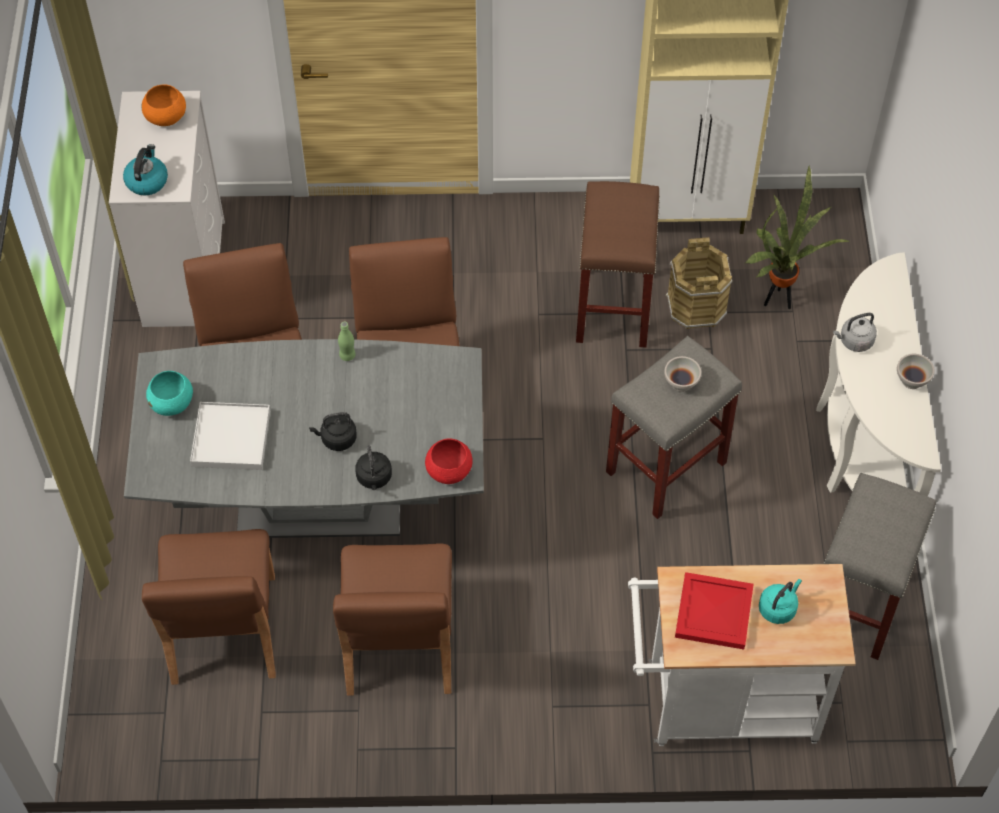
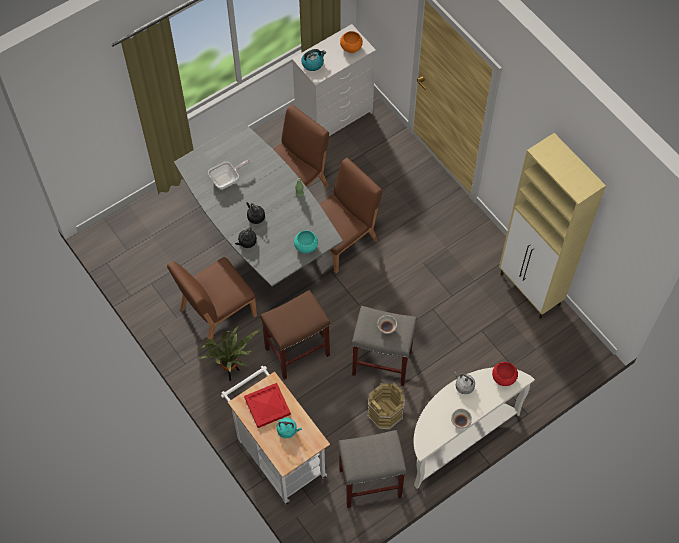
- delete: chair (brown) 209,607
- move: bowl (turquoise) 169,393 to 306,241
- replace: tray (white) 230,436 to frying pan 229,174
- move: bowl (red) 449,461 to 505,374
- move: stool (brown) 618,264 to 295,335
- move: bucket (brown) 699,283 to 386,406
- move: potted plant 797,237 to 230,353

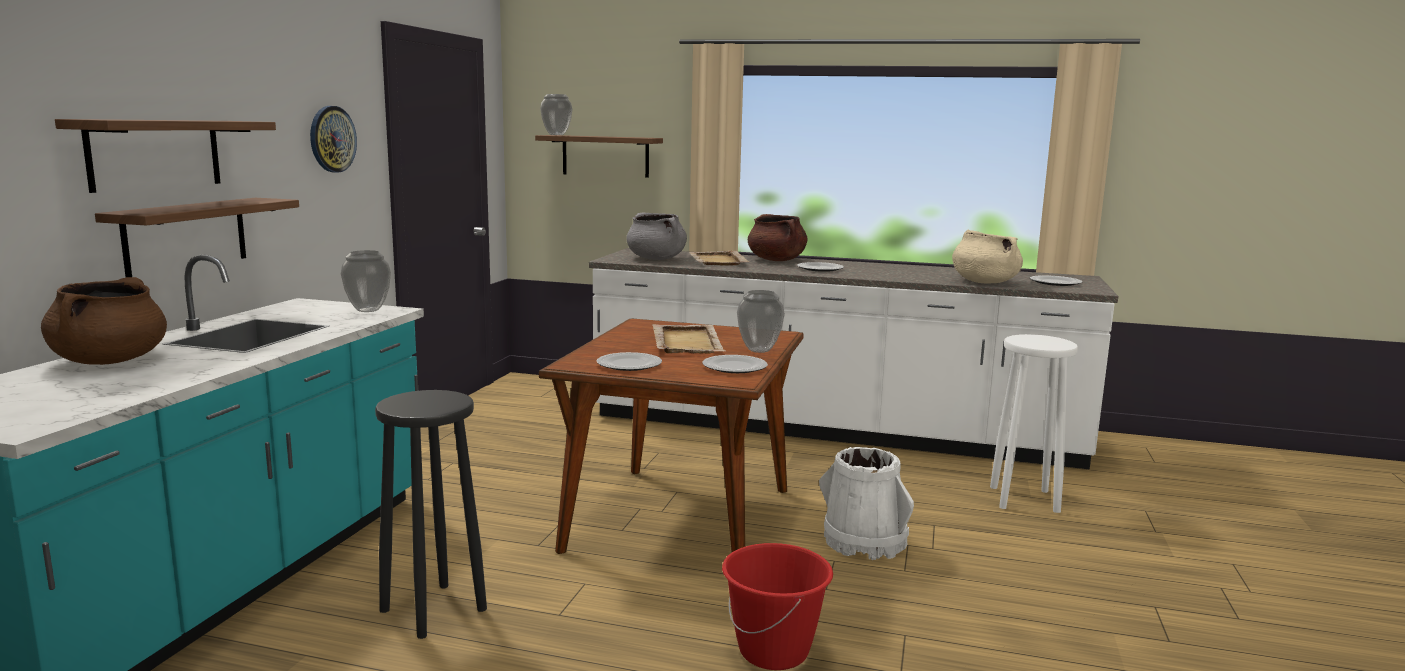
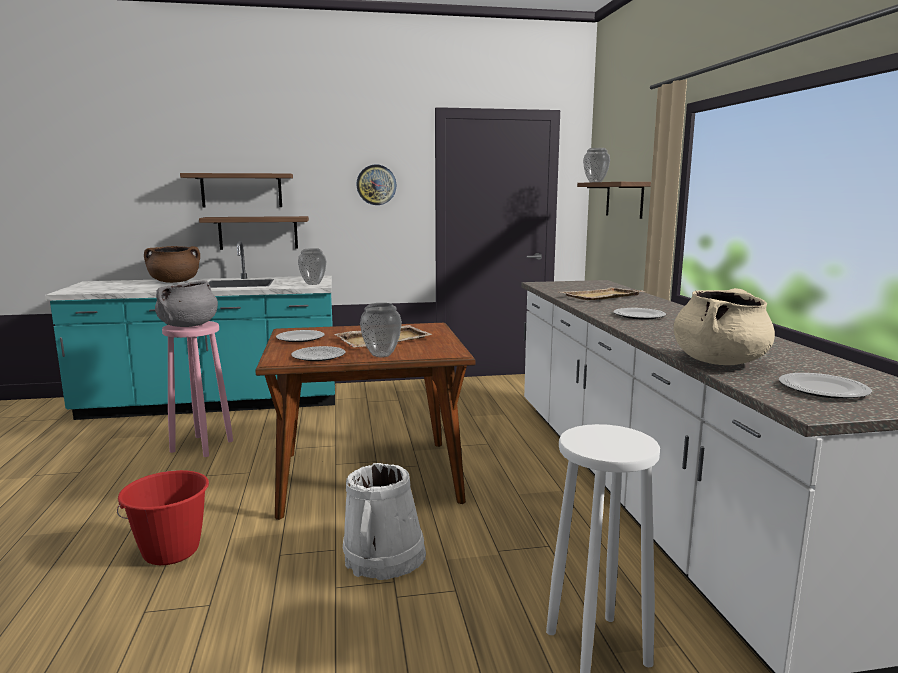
- recolor: stool (black) 431,514 to stool (pink) 197,389
- move: cooking pot (grey) 656,236 to 186,303
- delete: cooking pot (brown) 778,237

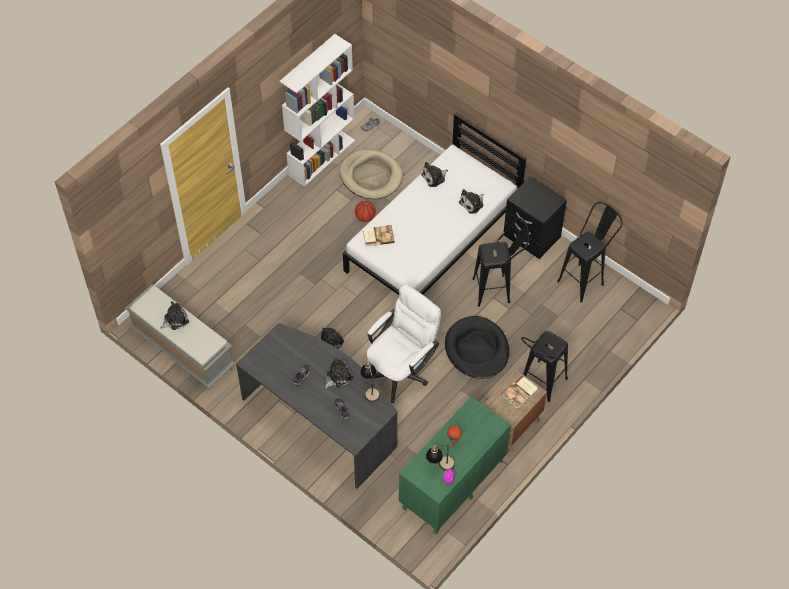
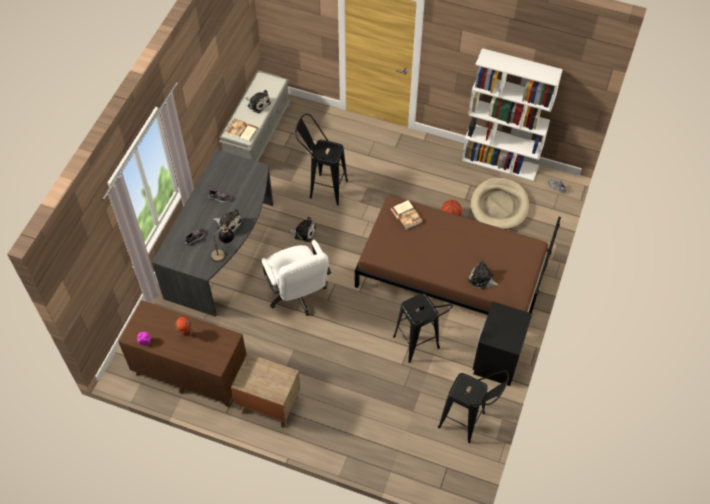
- recolor: bed (white) 434,204 to bed (brown) 458,255
- rotate: office chair (white) 404,343 = 296,278 45 degrees clockwise
- recolor: dresser (green) 455,465 to dresser (brown) 182,353
- delete: plush toy 434,174
- delete: table lamp 440,458
- delete: dog bed (black) 477,347
- move: book 519,392 to 241,130
- move: stool (black) 544,366 to 321,159

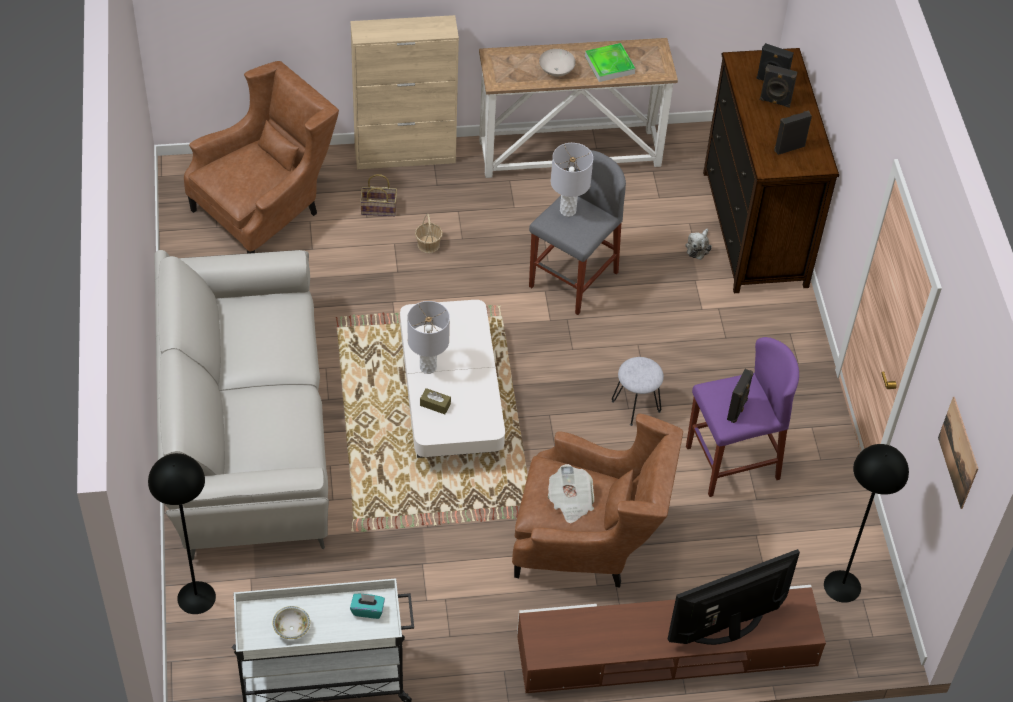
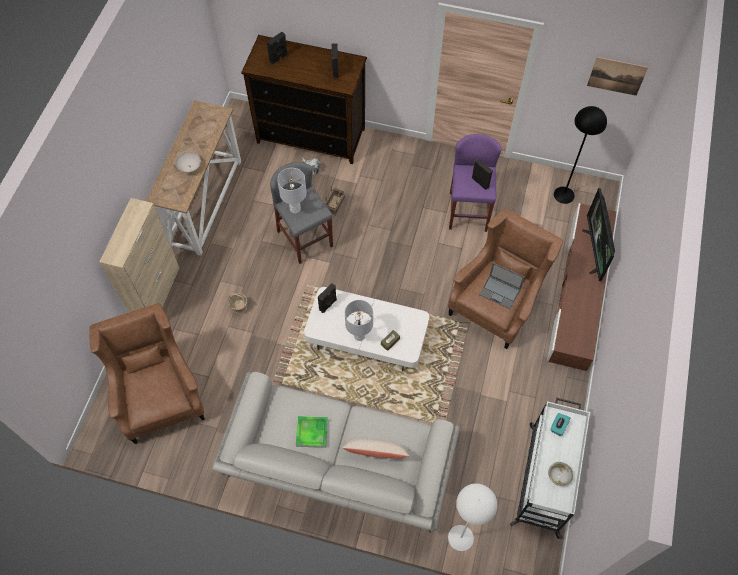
- recolor: floor lamp (black) 182,533 to floor lamp (white) 472,517
- move: basket 378,195 to 335,201
- replace: newspaper 571,493 to laptop 502,286
- move: tray 610,62 to 312,432
- delete: stool (grey) 638,391
- move: speaker (black) 778,86 to 327,298
- insert: pillow (beige) 375,449

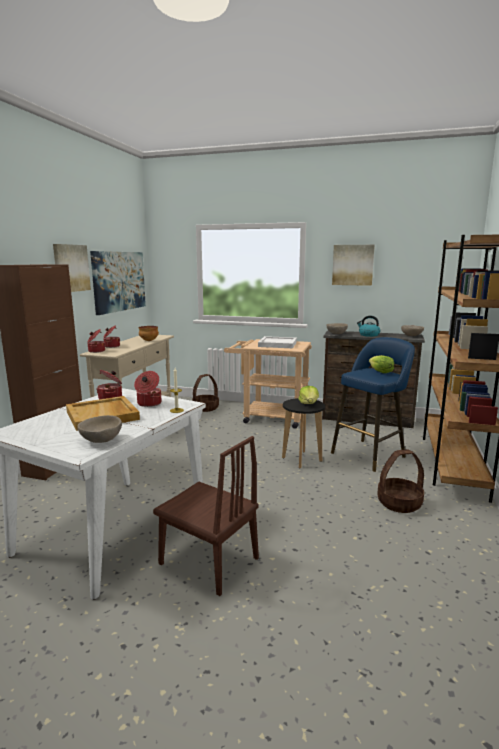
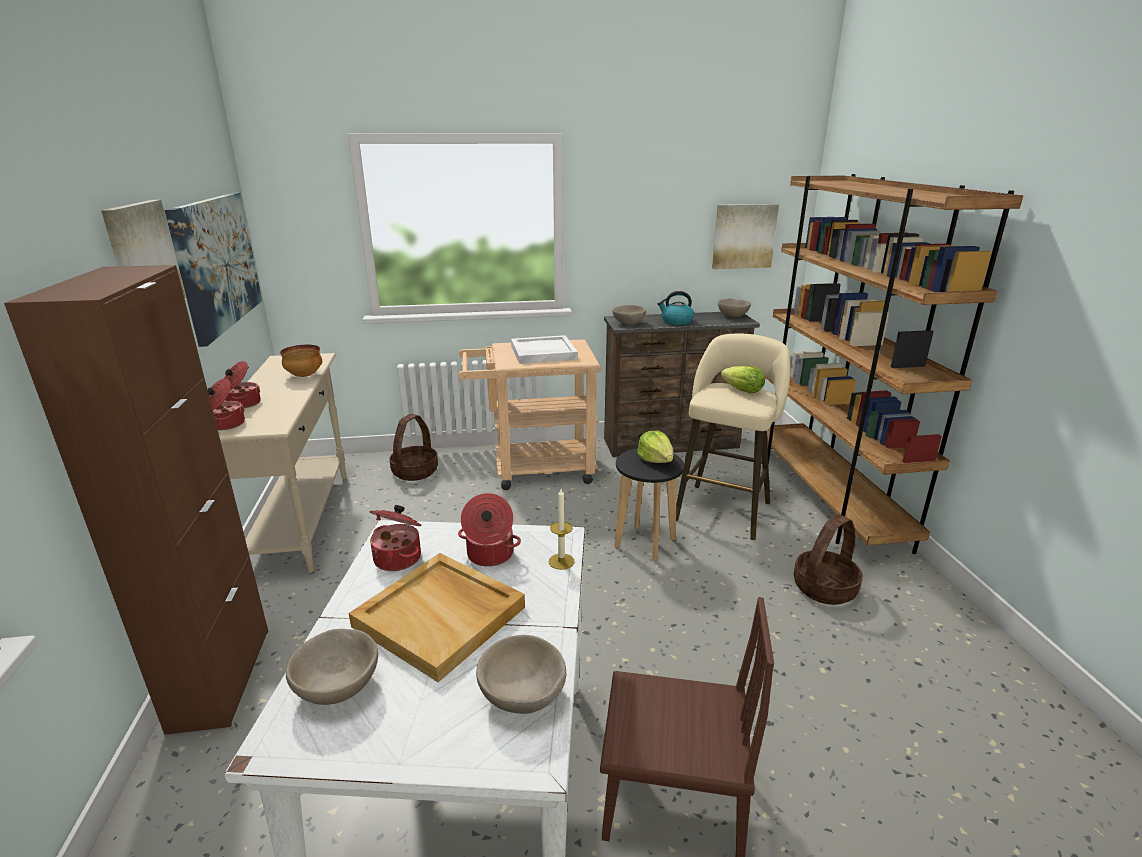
- recolor: stool (blue) 373,404 to stool (beige) 733,437
- move: picture 353,265 to 745,236
- insert: bowl (beige) 332,667

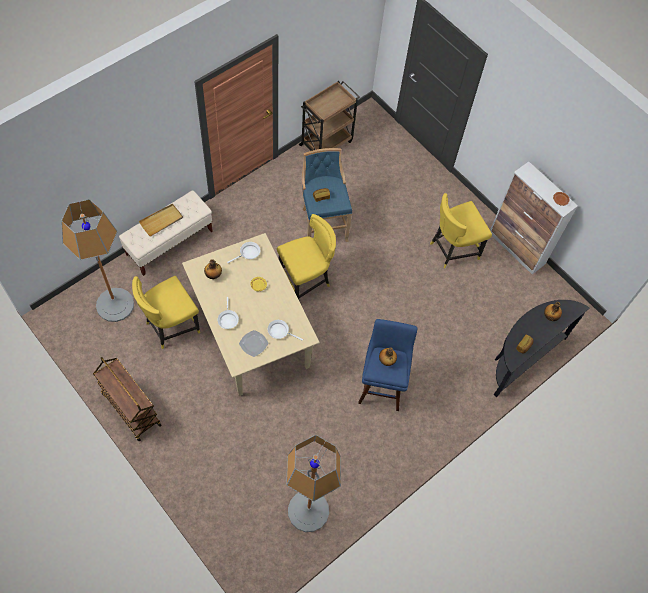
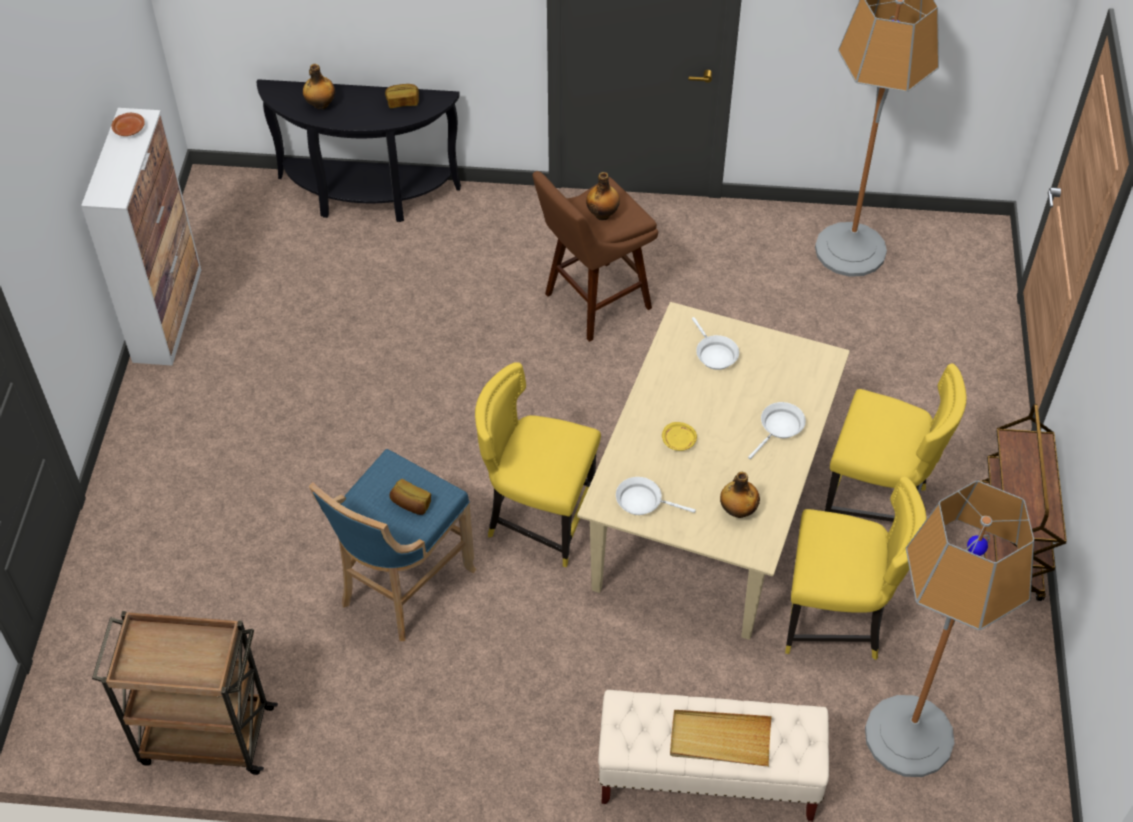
- delete: plate 253,343
- recolor: stool (blue) 387,365 to stool (brown) 595,256
- move: chair (yellow) 461,230 to 896,443

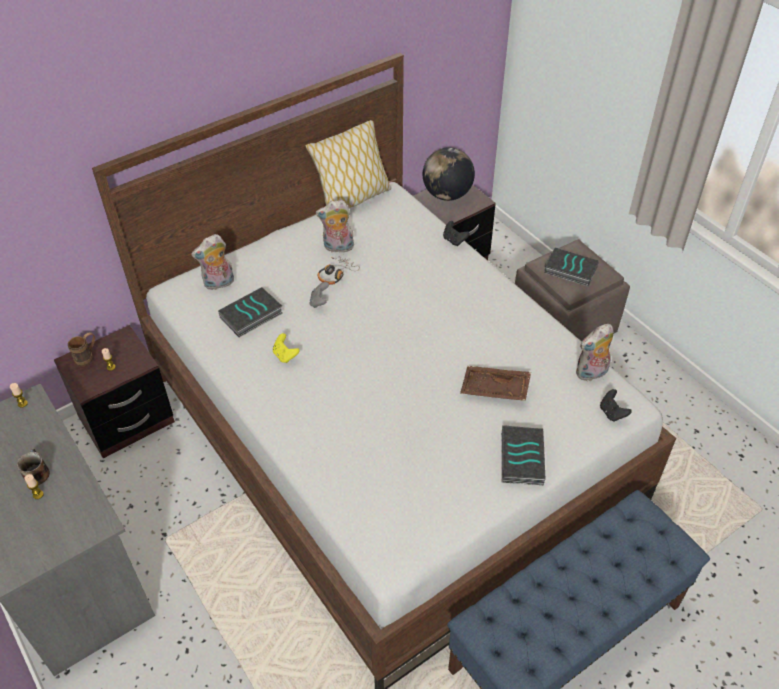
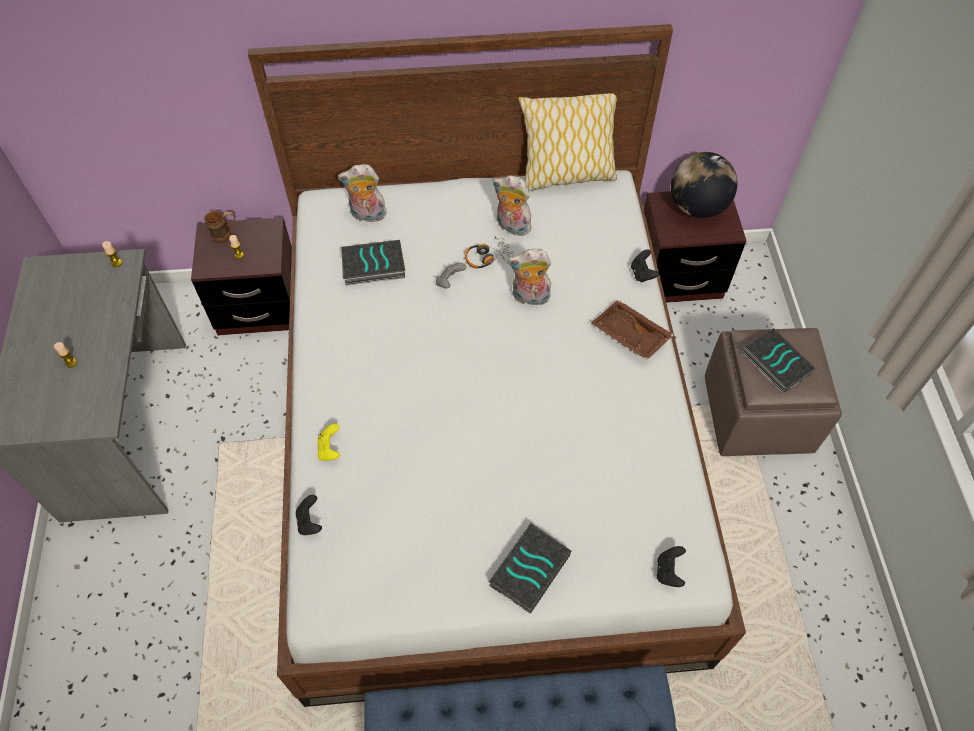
- delete: mug 33,467
- move: game controller (yellow) 286,348 to 328,442
- move: tray (brown) 495,383 to 632,330
- move: plush toy 595,352 to 529,277
- insert: game controller (black) 309,515

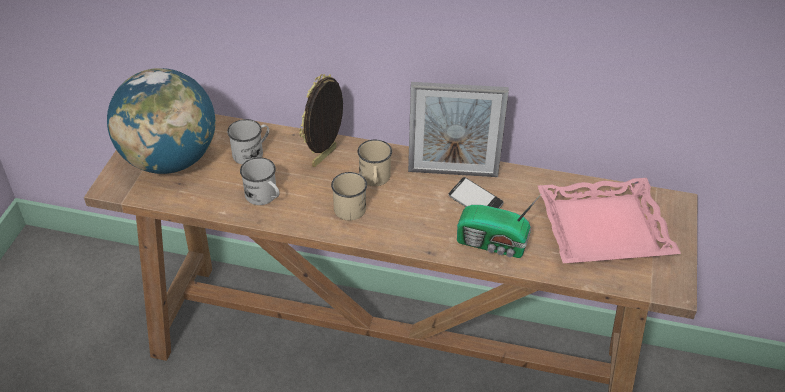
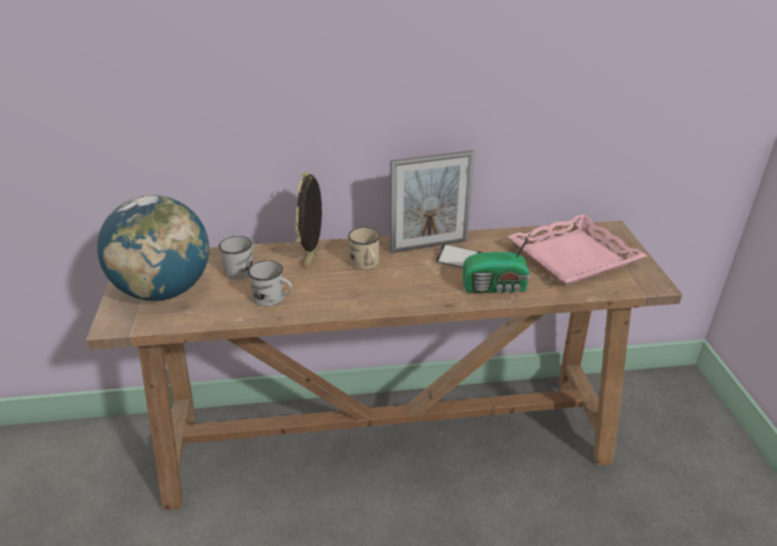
- delete: mug (beige) 349,196

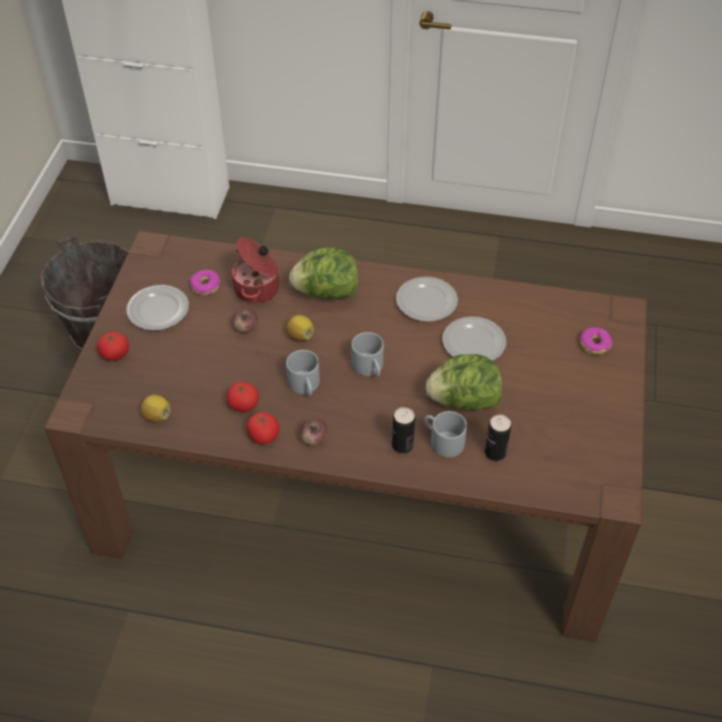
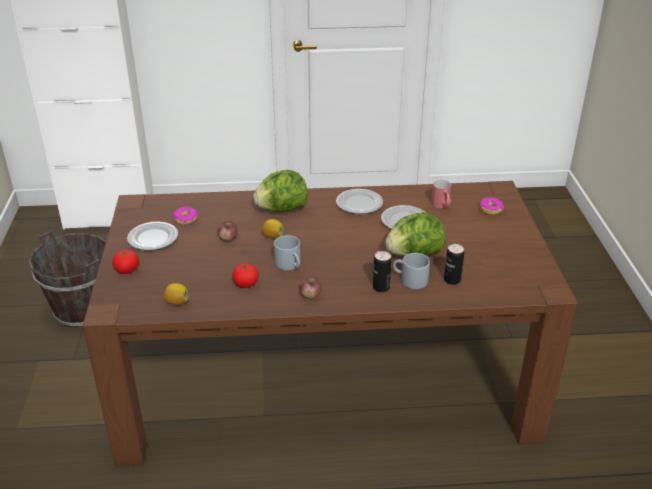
- delete: cooking pot 254,271
- delete: tomato 263,428
- delete: mug (grey) 367,354
- insert: mug (red) 441,194

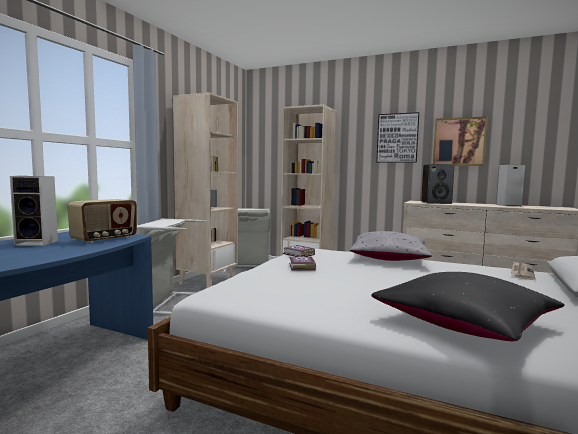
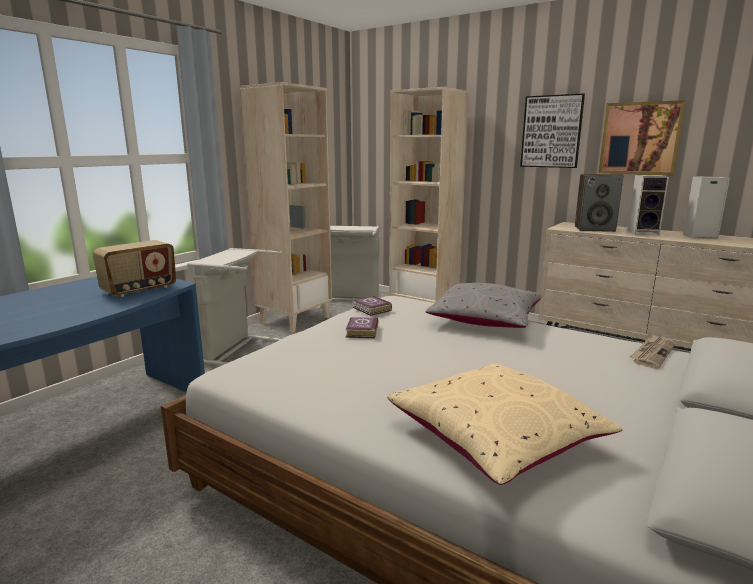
- move: speaker 34,211 to 648,205
- recolor: pillow (black) 468,306 to pillow (beige) 505,424

